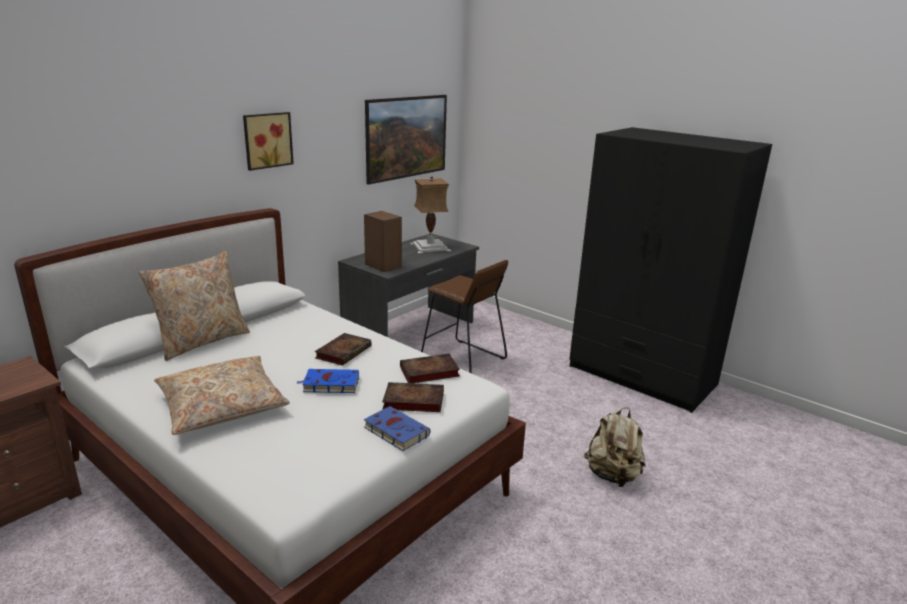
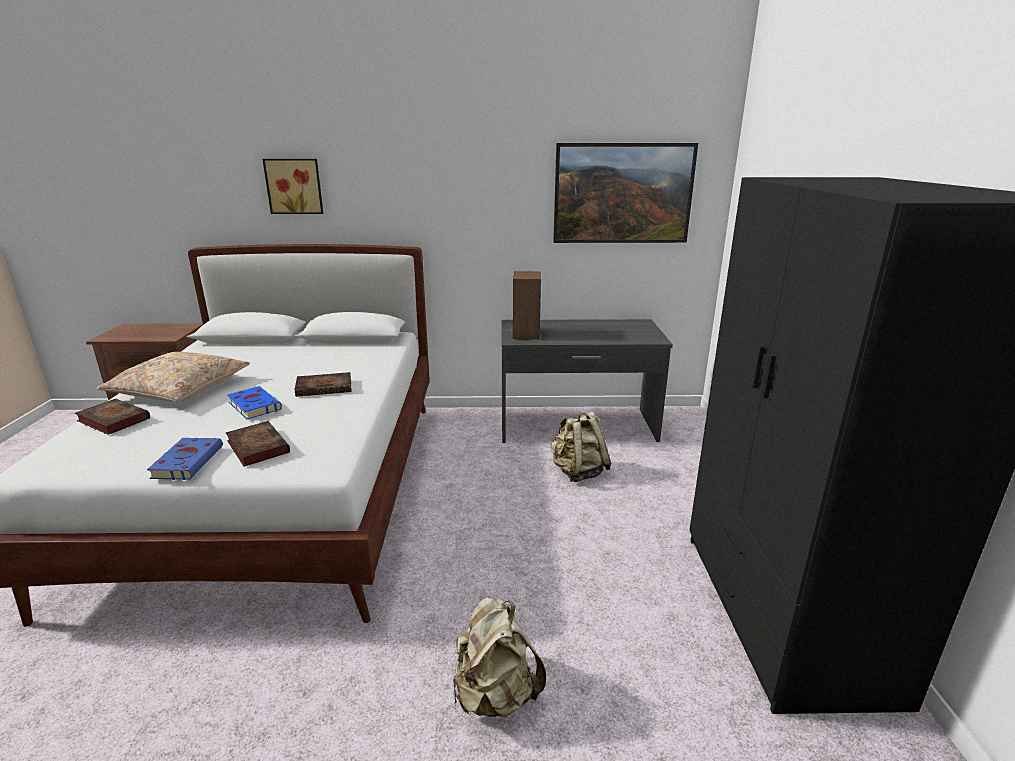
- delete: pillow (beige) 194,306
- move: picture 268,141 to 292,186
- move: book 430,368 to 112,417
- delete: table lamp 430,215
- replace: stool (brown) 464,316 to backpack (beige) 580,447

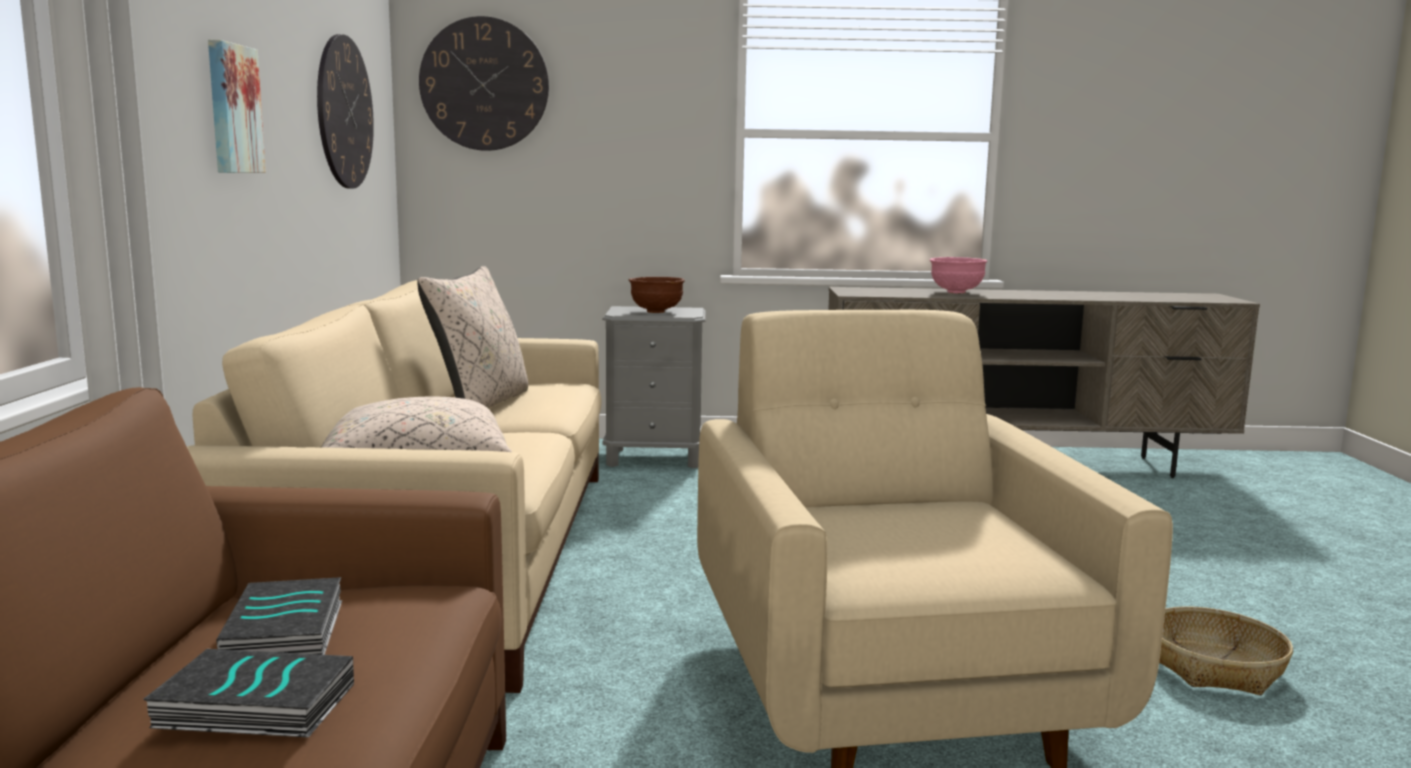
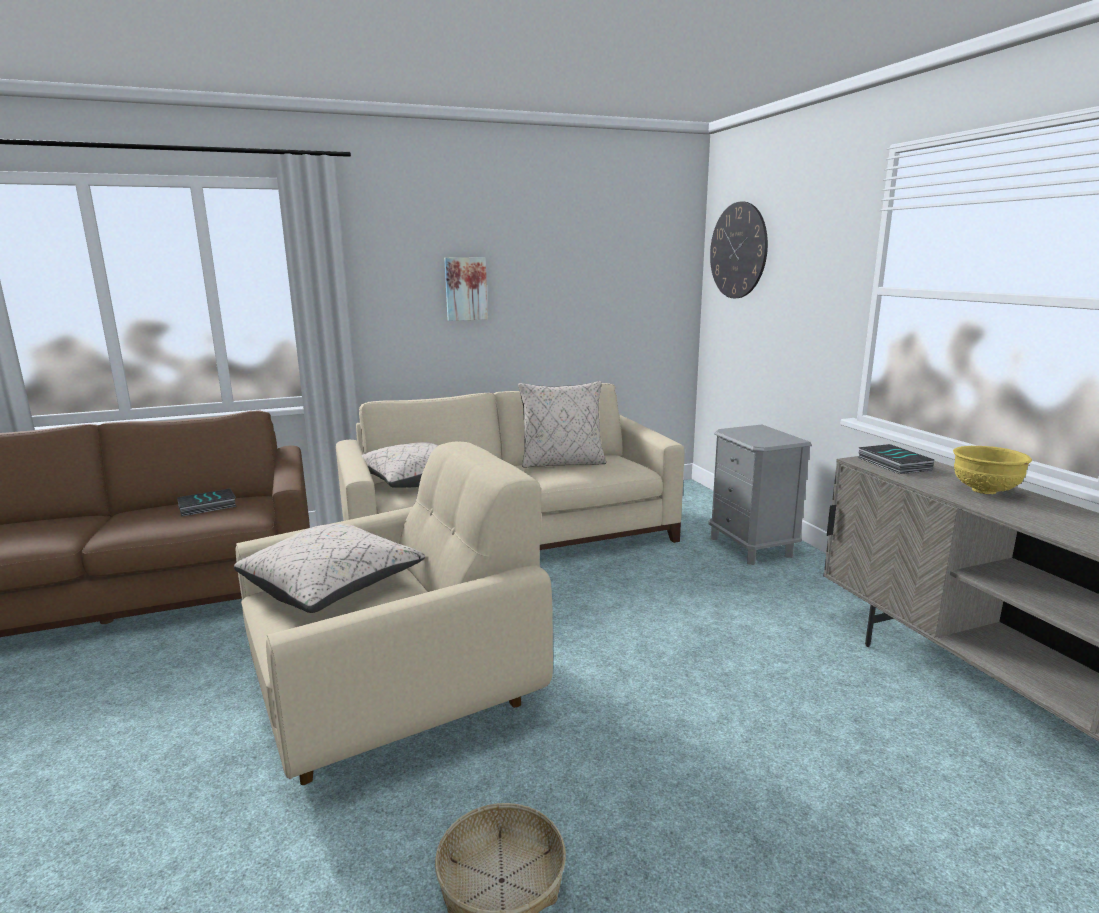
- move: book 248,693 to 896,459
- delete: wall clock 345,111
- delete: bowl (brown) 657,295
- recolor: bowl (pink) 958,275 to bowl (yellow) 992,470
- insert: pillow (beige) 329,568

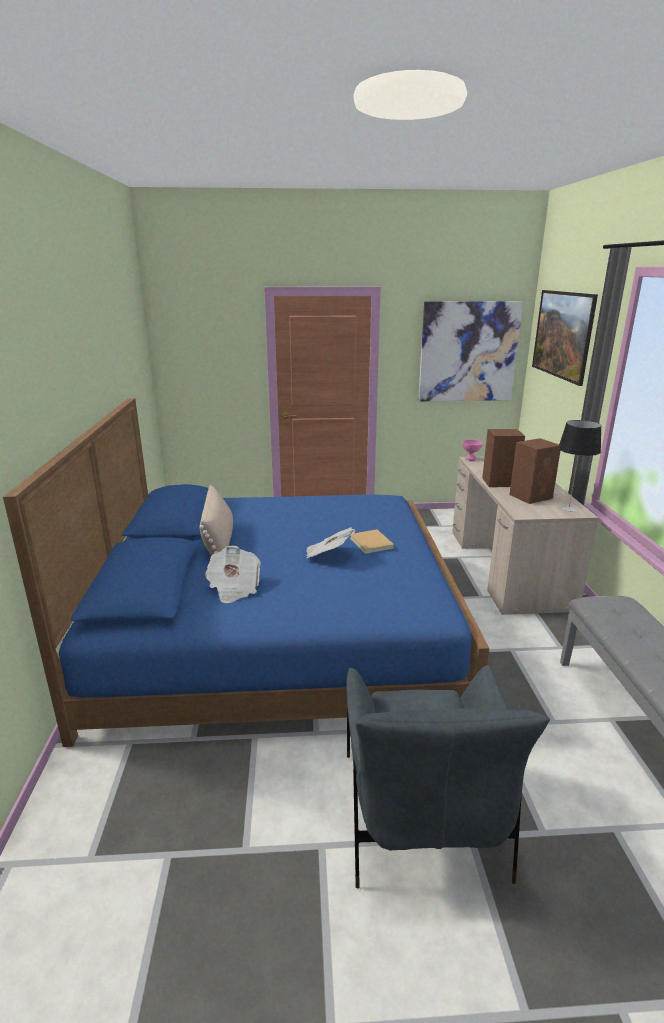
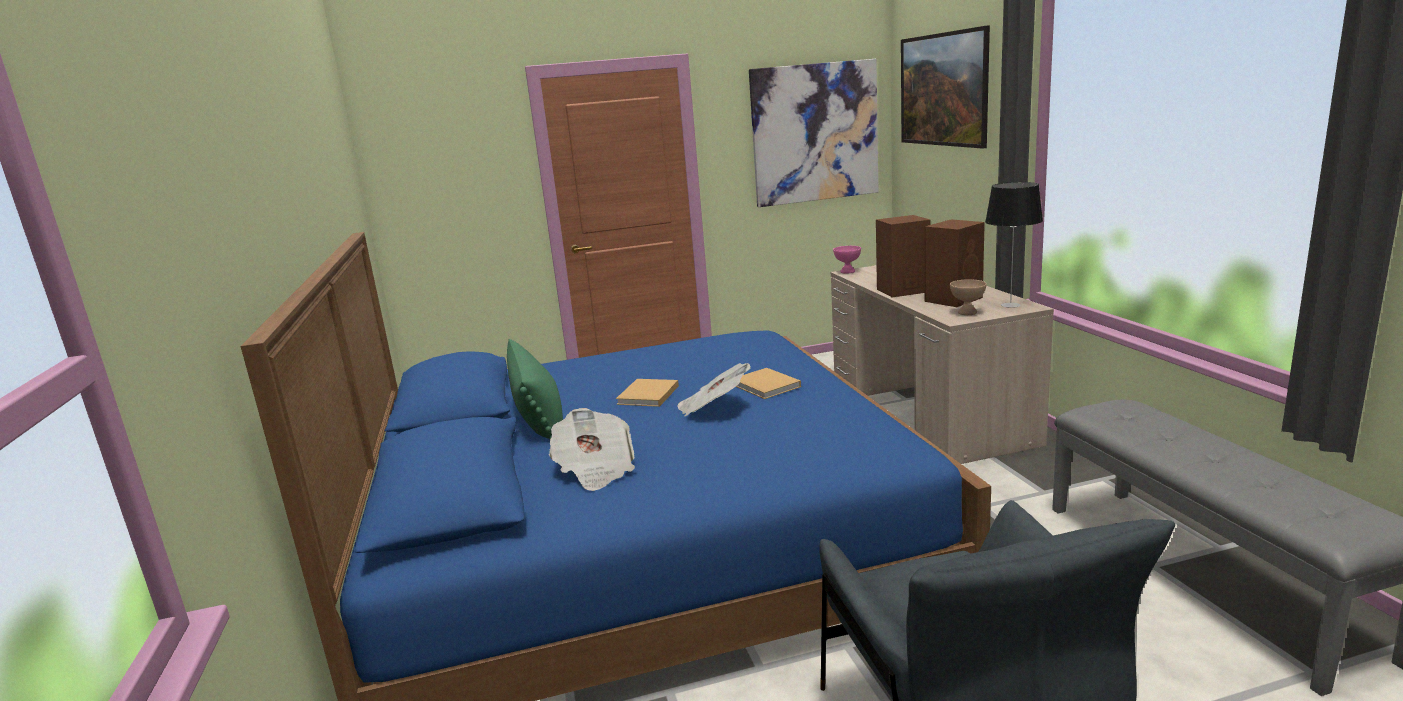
- recolor: pillow (beige) 216,520 to pillow (green) 535,389
- insert: book (beige) 647,393
- insert: bowl (beige) 968,297

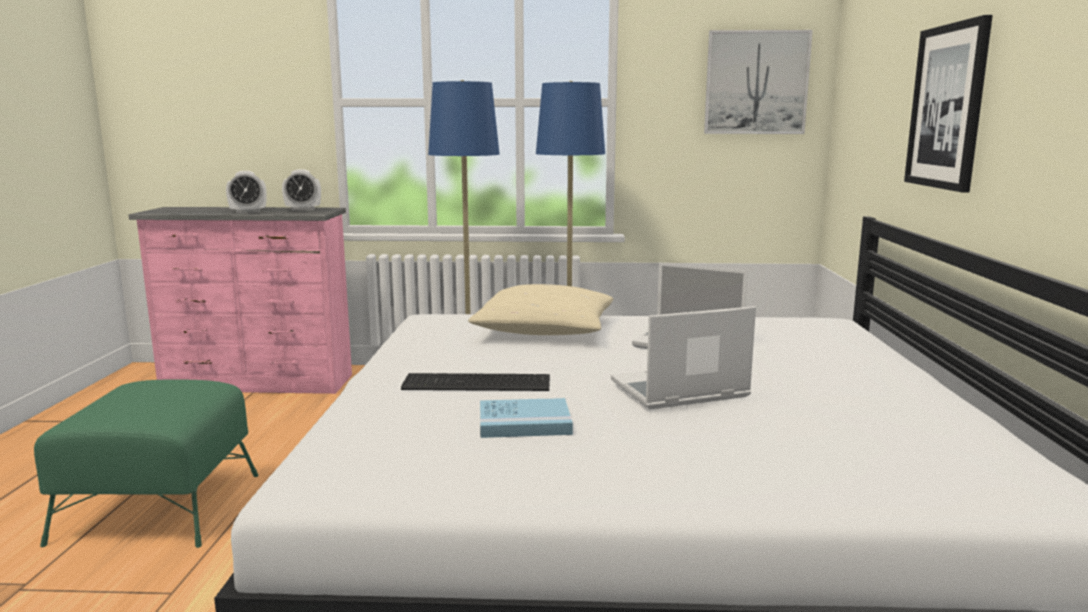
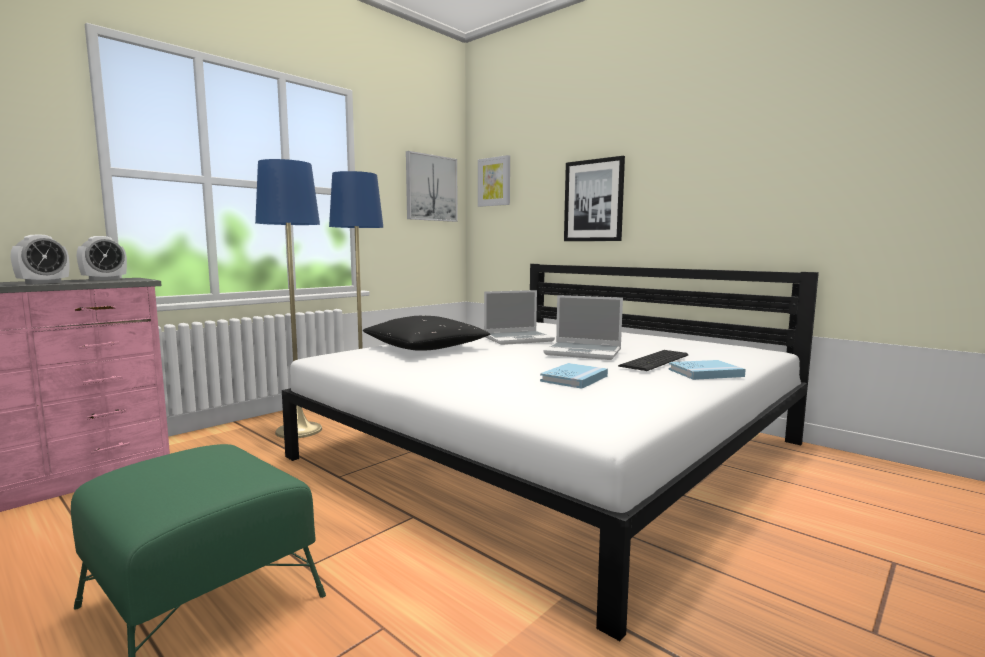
- move: keyboard 475,382 to 653,360
- recolor: pillow (beige) 540,309 to pillow (black) 426,333
- rotate: laptop 683,358 = 583,327 90 degrees counterclockwise
- insert: picture 494,181
- insert: book (blue) 707,370

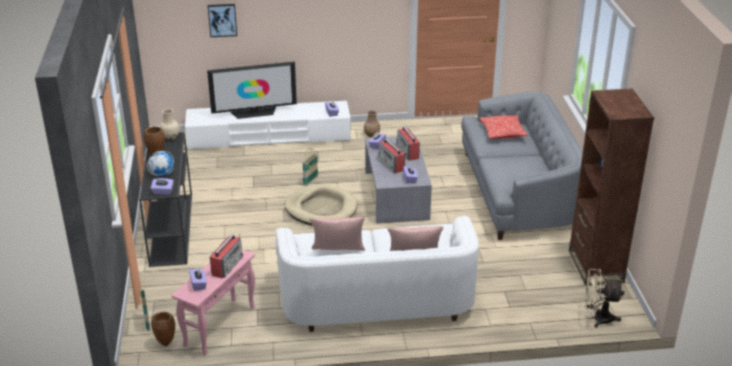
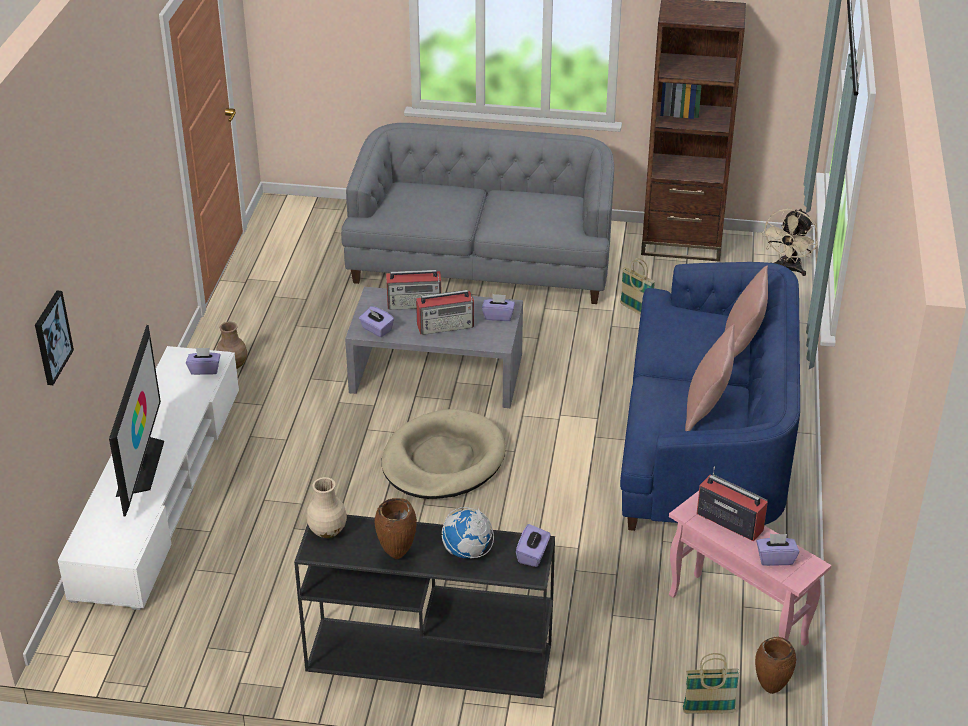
- recolor: sofa (white) 377,274 to sofa (blue) 710,396
- move: basket 310,167 to 637,286
- delete: pillow 504,126

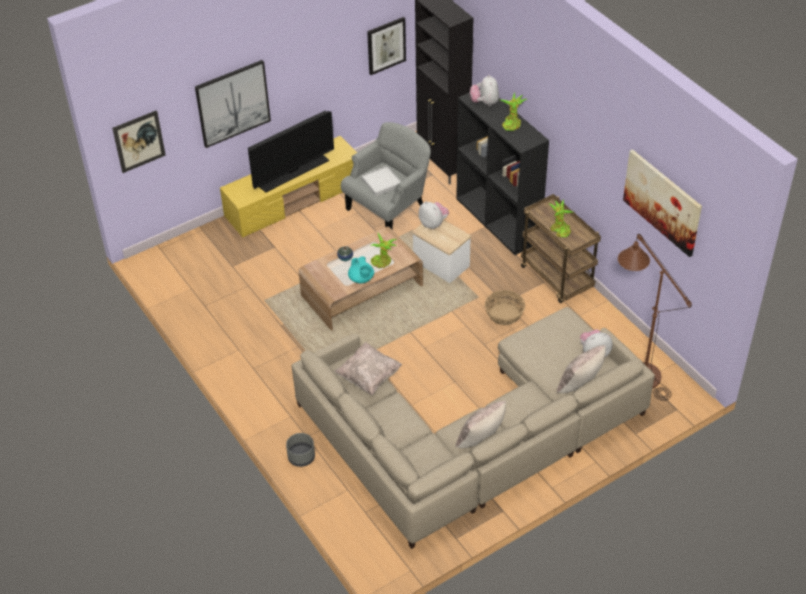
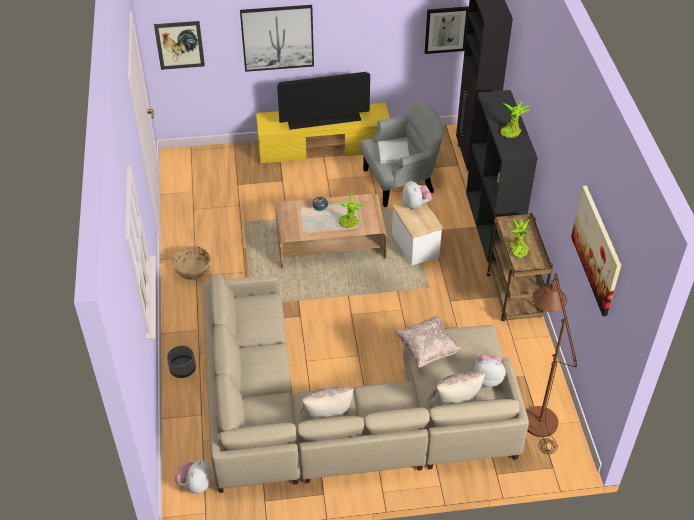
- move: pillow (beige) 368,368 to 428,342
- delete: teapot (turquoise) 361,269
- move: plush toy 484,90 to 193,477
- move: basket 505,307 to 191,263

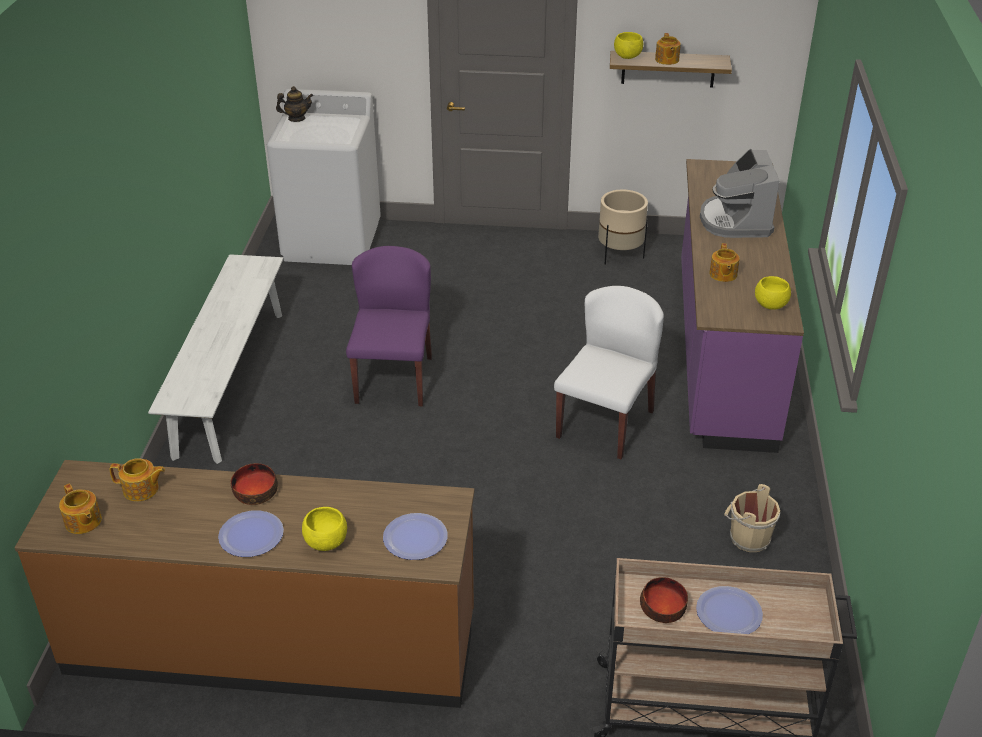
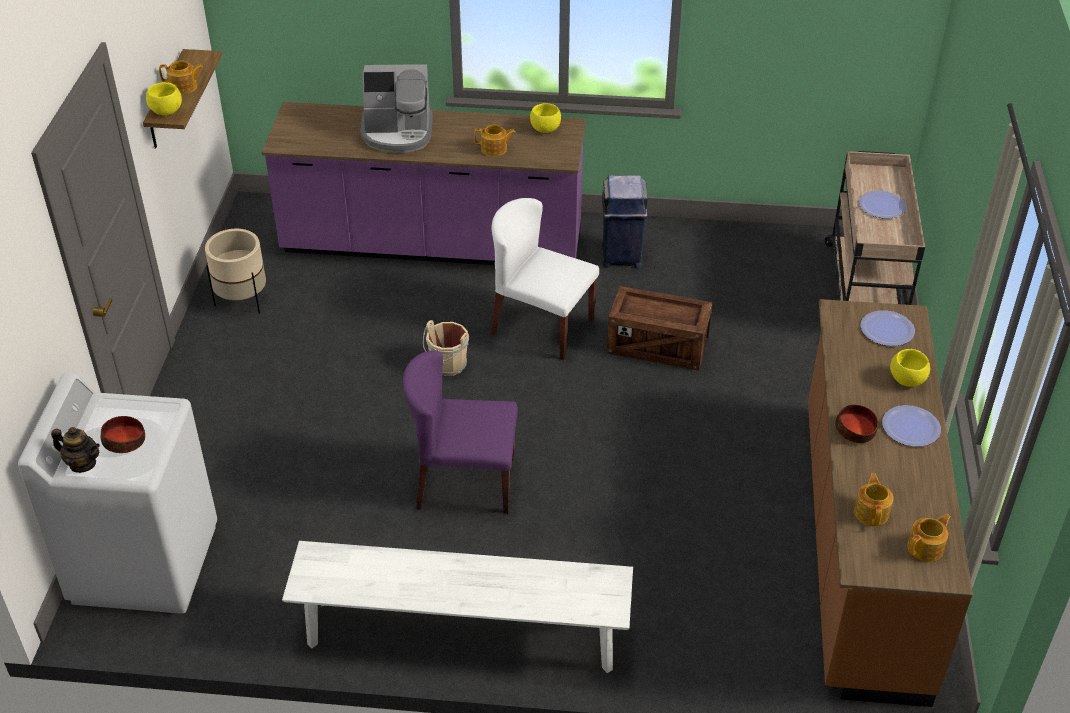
- rotate: teapot 294,104 = 75,450 120 degrees clockwise
- move: bowl 664,600 to 123,434
- move: bucket (beige) 752,518 to 446,348
- insert: trash can (blue) 625,221
- insert: crate 659,328

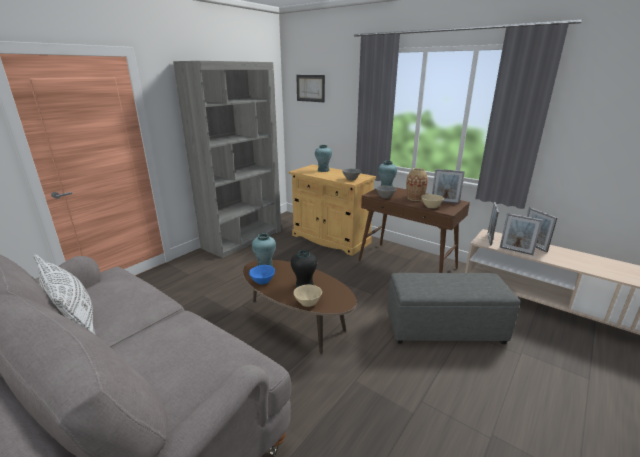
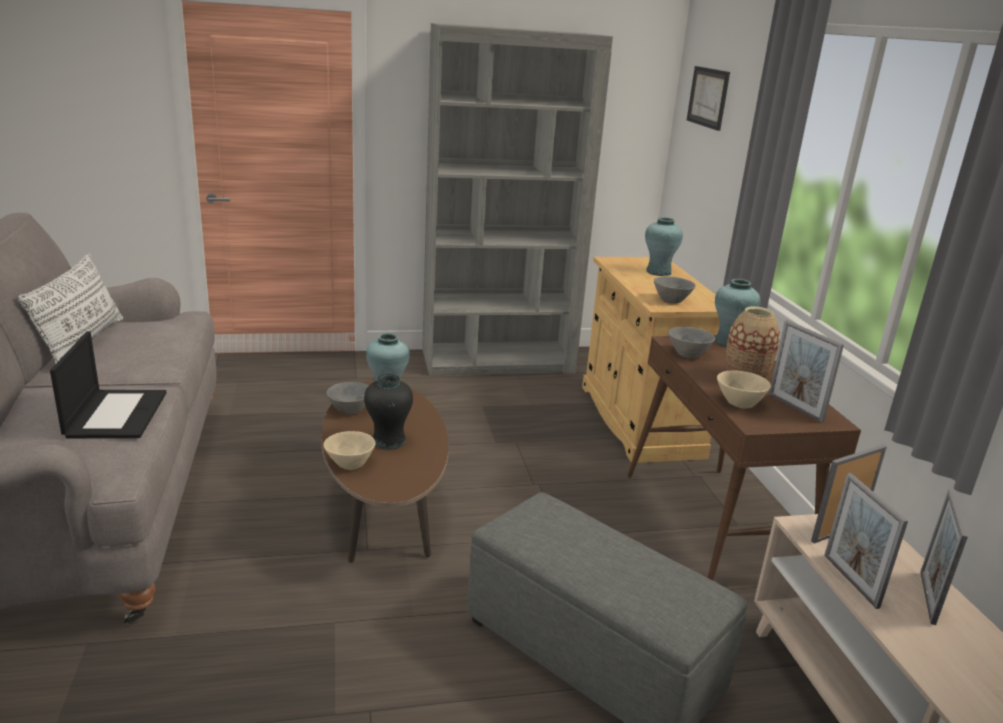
- recolor: bowl (blue) 262,275 to bowl (grey) 348,398
- insert: laptop 108,384

